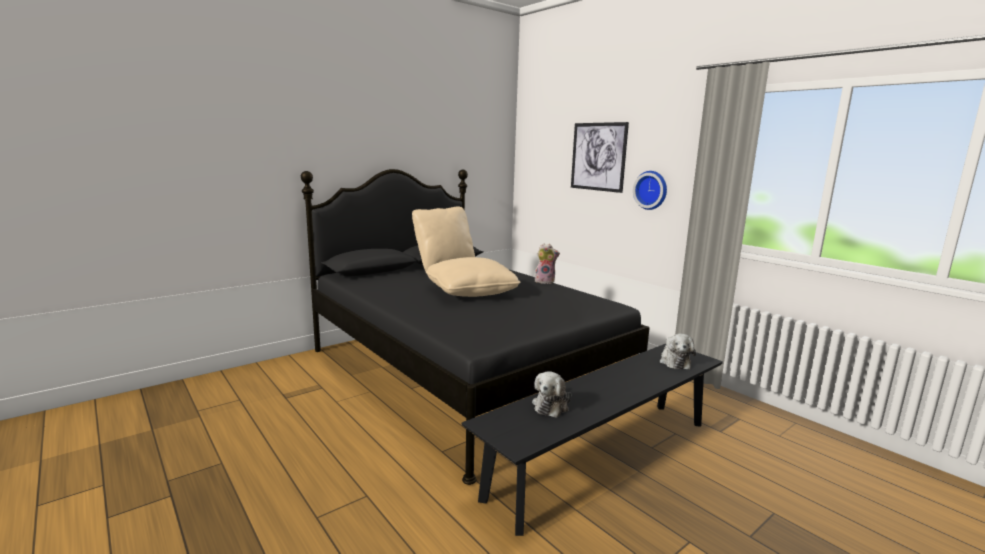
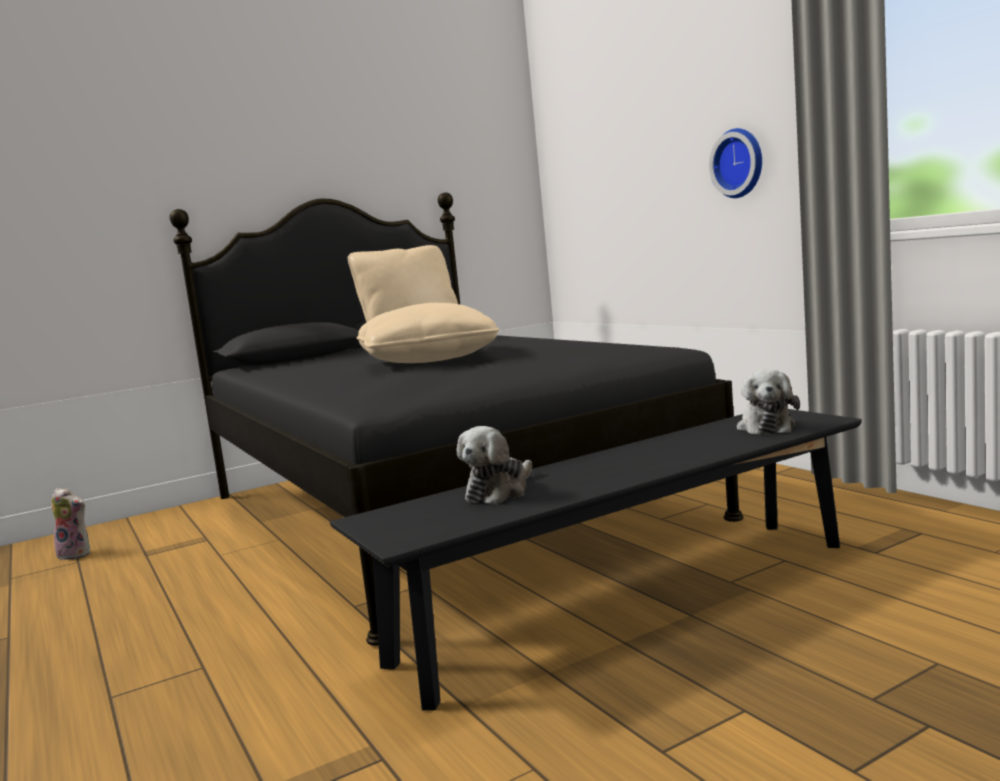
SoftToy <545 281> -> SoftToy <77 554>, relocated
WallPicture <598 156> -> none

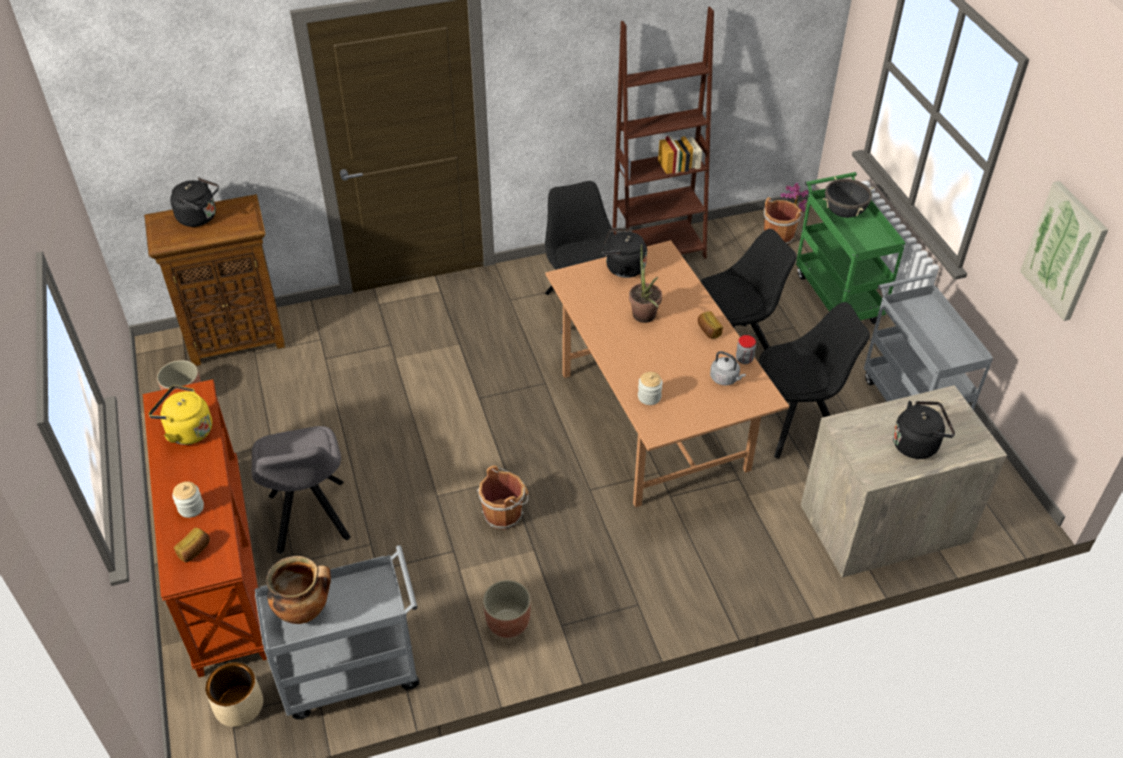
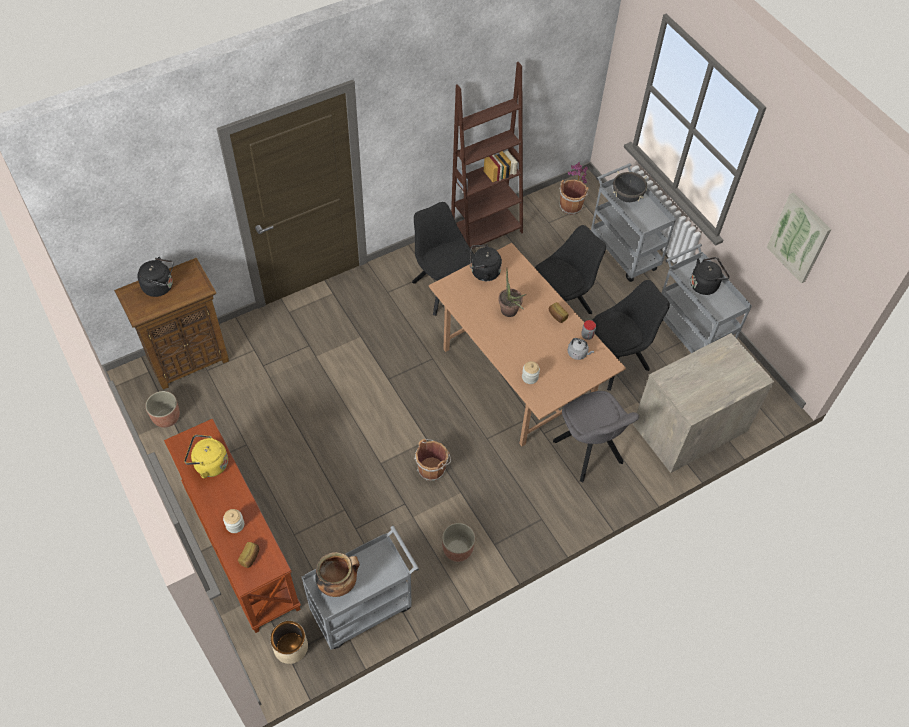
GreyUprightChair <310 517> -> GreyUprightChair <588 452>, relocated
GreenTrolley <835 298> -> GreyTrolley <622 253>
BlackishWaterKettle <917 444> -> BlackishWaterKettle <705 284>, relocated

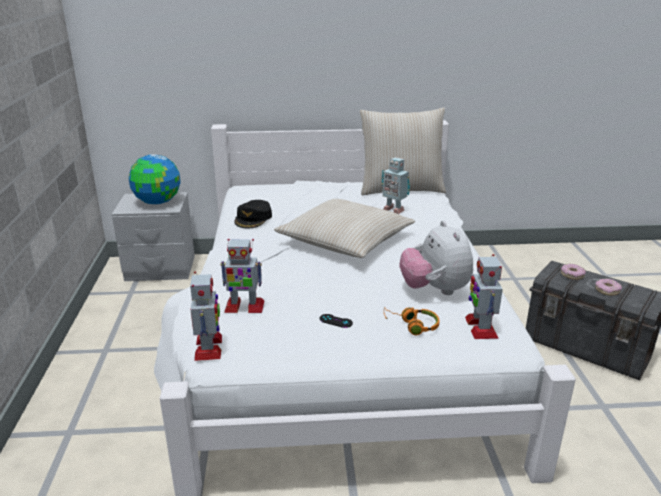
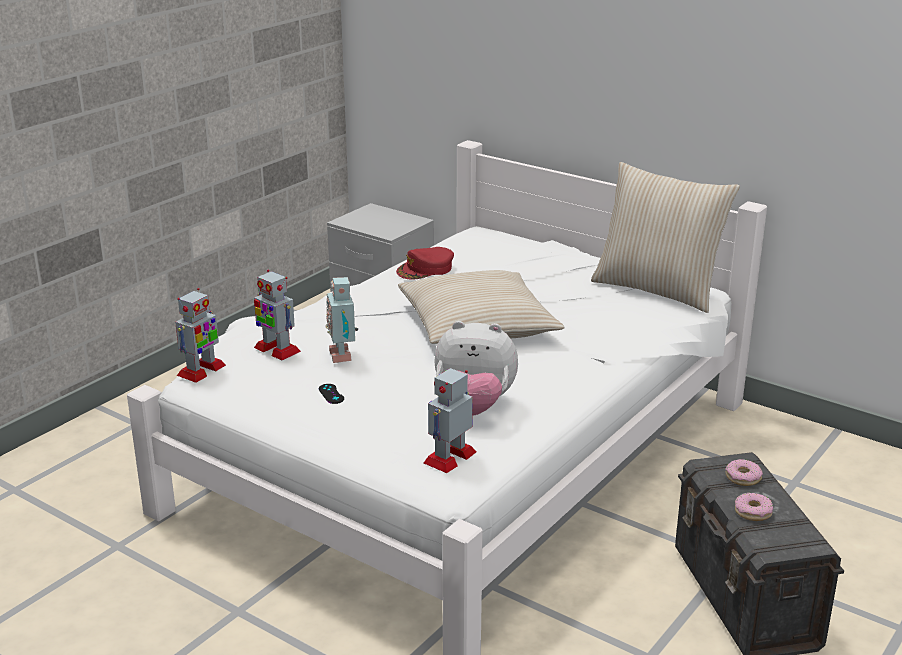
ToyRobot <393 210> -> ToyRobot <343 355>, relocated
BlackishCap <253 218> -> RedCap <425 269>
SoftToy <435 290> -> SoftToy <474 407>, 105 degrees counterclockwise
Globe <157 202> -> none
OrangePairOfHeadphones <412 326> -> none

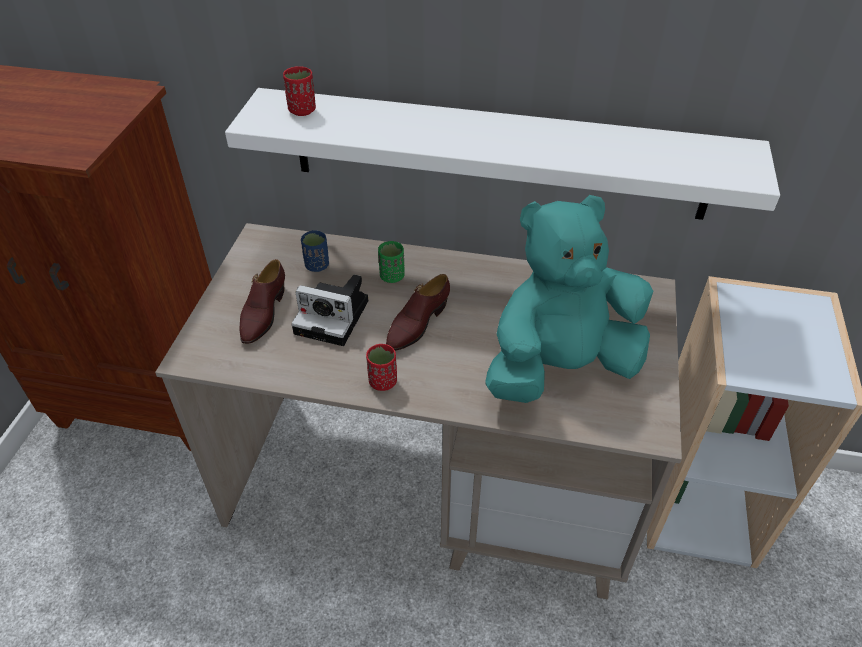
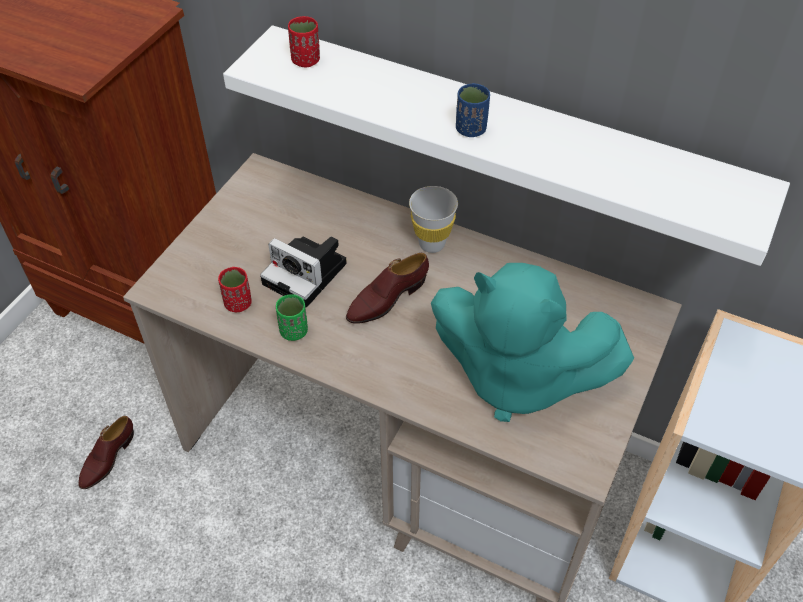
BrownishShoe <263 313> -> BrownishShoe <107 458>, relocated
RedSmallCup <383 382> -> RedSmallCup <238 303>, relocated
GreenSmallCup <392 276> -> GreenSmallCup <294 331>, relocated
none -> WhiteColouredSmallCup <432 244>
BlueGreenSoftToy <560 367> -> BlueGreenSoftToy <516 376>, 150 degrees counterclockwise
BlueSmallCup <317 265> -> BlueSmallCup <471 129>, relocated

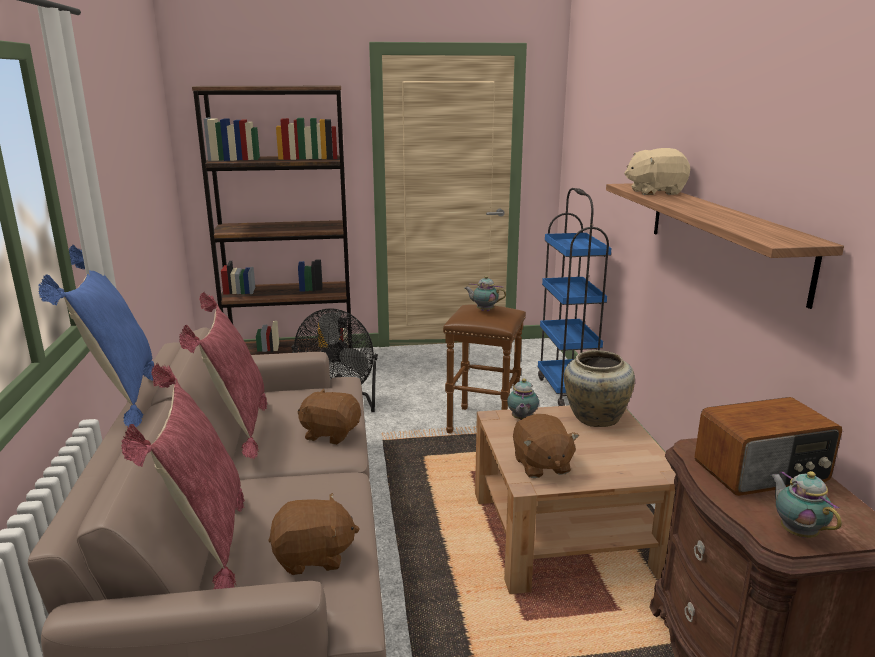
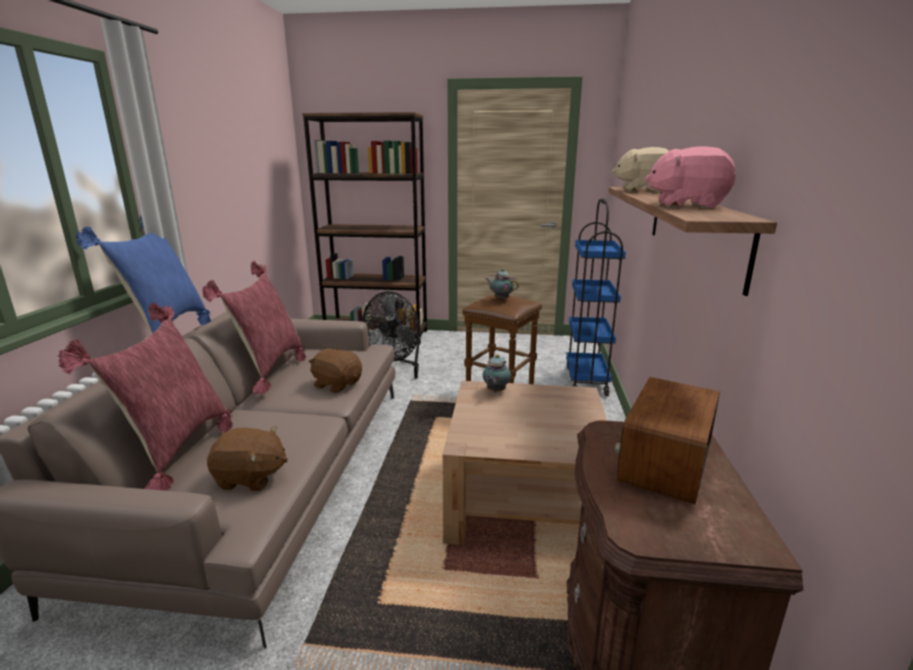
Radio <762 472> -> Radio <663 462>, 120 degrees clockwise
none -> PinkSoftToy <686 205>
BrownishSoftToy <541 465> -> none
BeigeVase <594 418> -> none
PotForTea <796 532> -> none

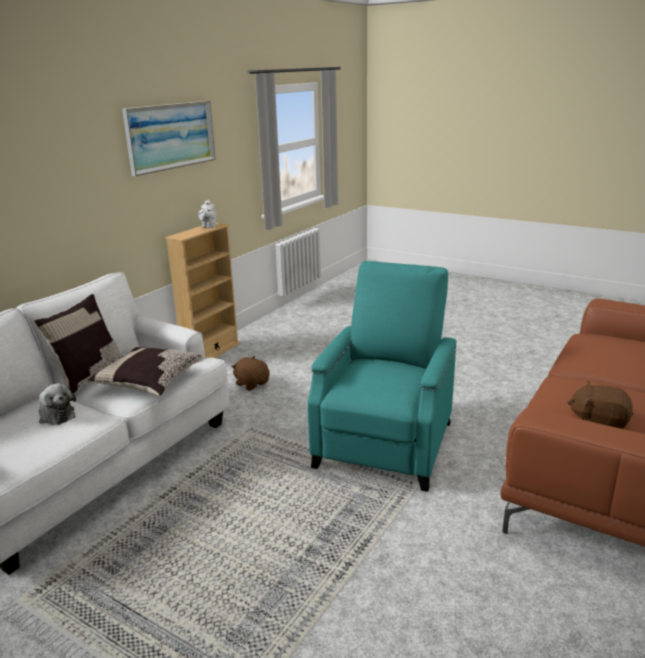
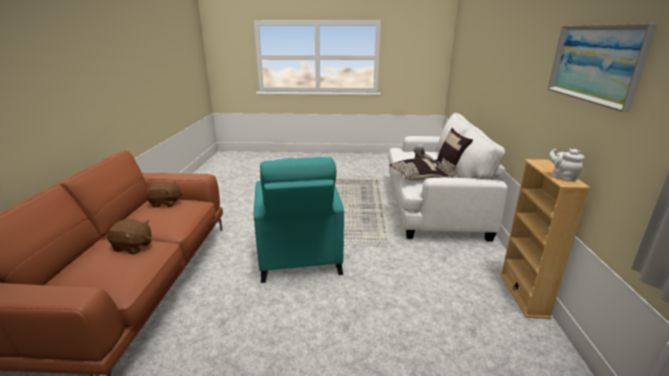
BrownishSoftToy <252 383> -> BrownishSoftToy <133 247>, relocated

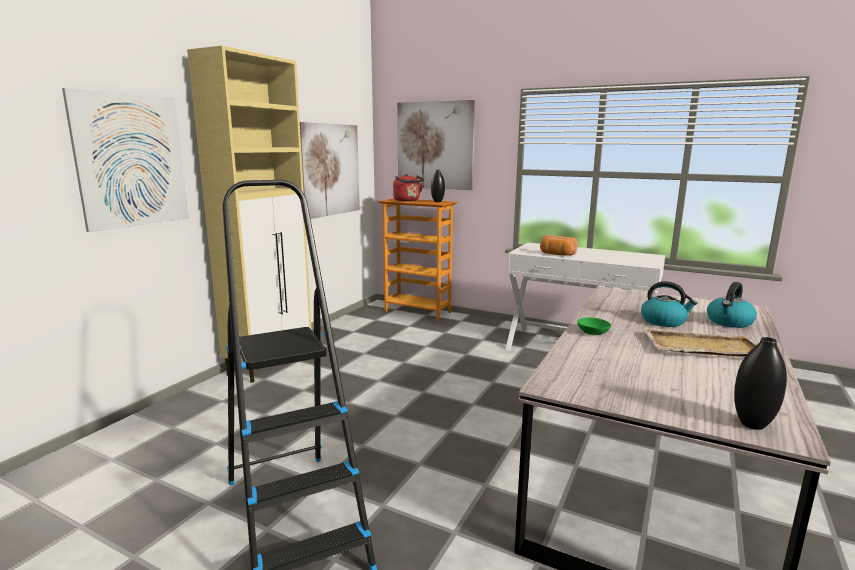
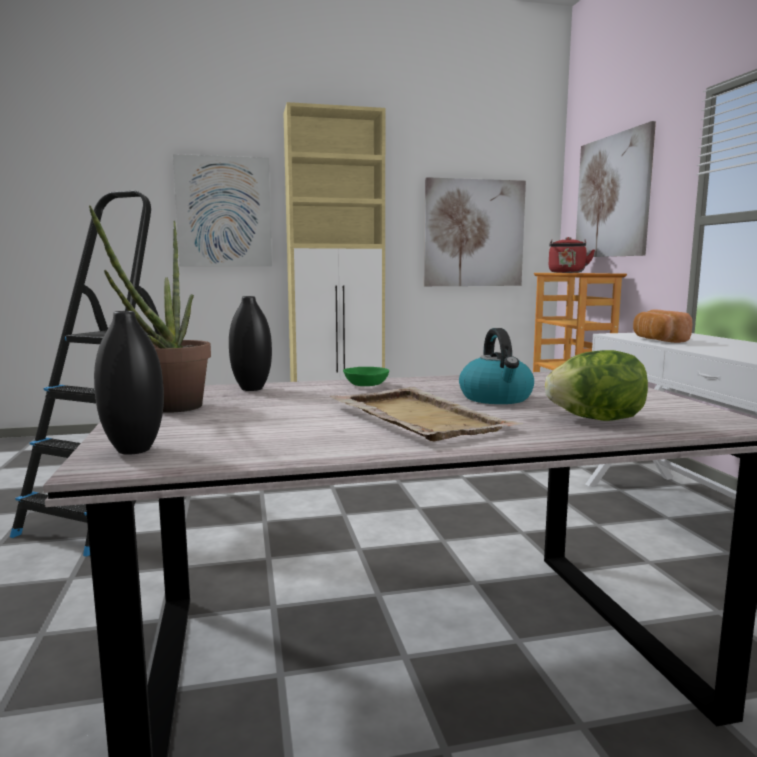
none -> Houseplant <167 409>
BlackishVase <437 201> -> BlackishVase <252 389>, relocated
WaterKettle <729 322> -> LettuceHead <596 419>

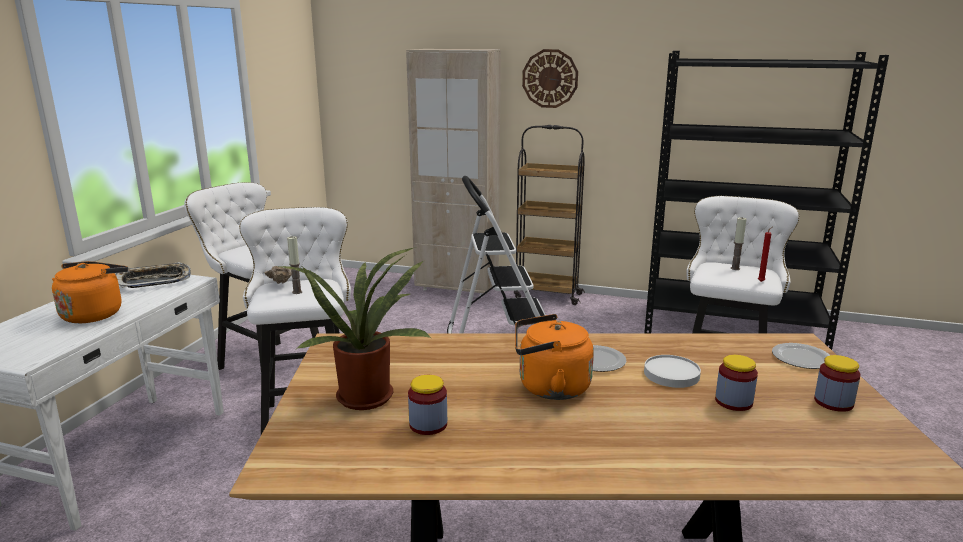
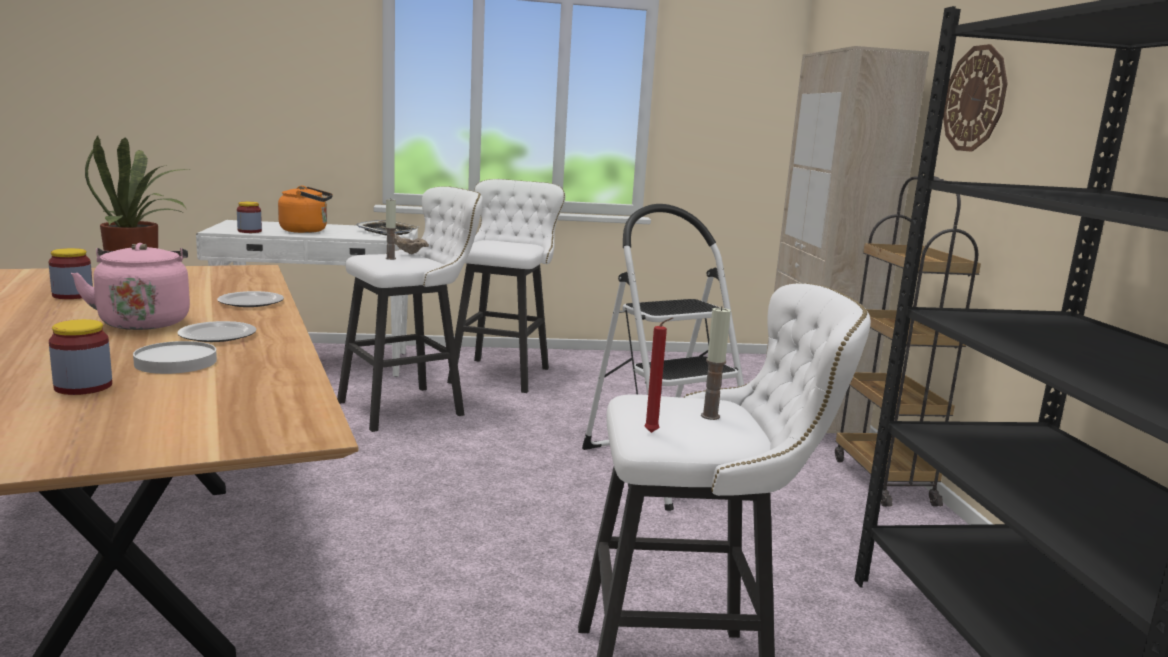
OrangeWaterKettle <549 387> -> PinkWaterKettle <144 321>
DinnerPlate <801 358> -> DinnerPlate <250 302>, relocated
Jar <833 402> -> Jar <249 231>, relocated

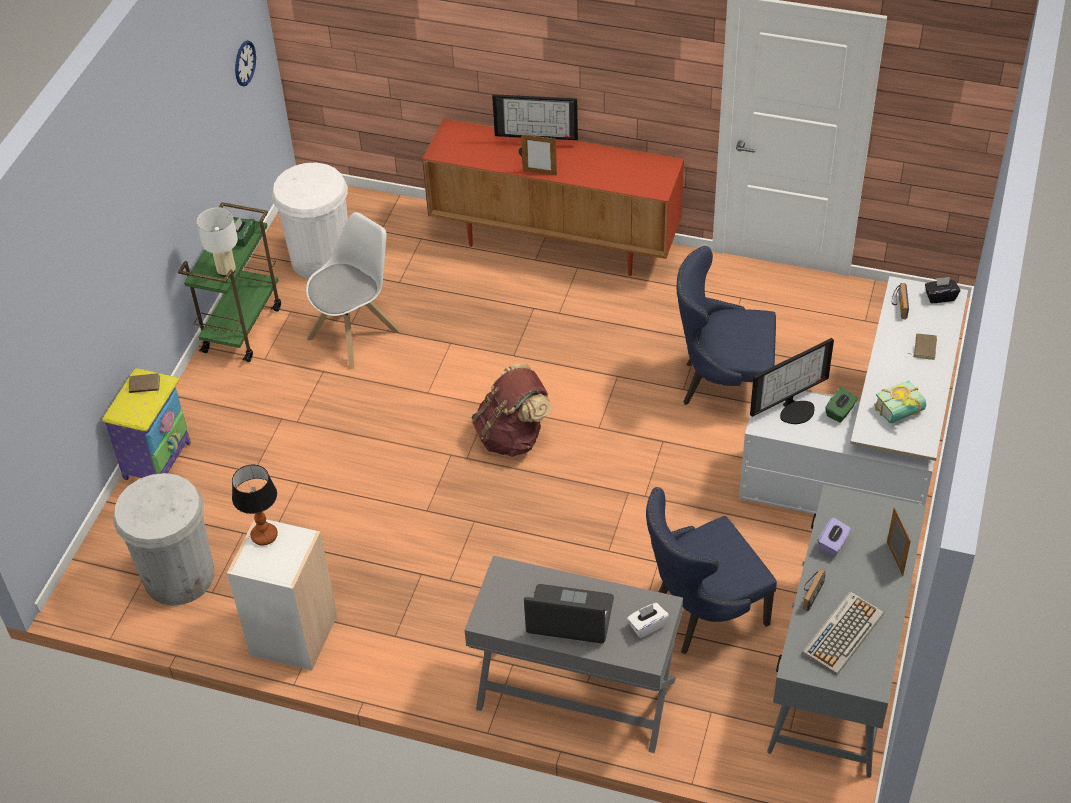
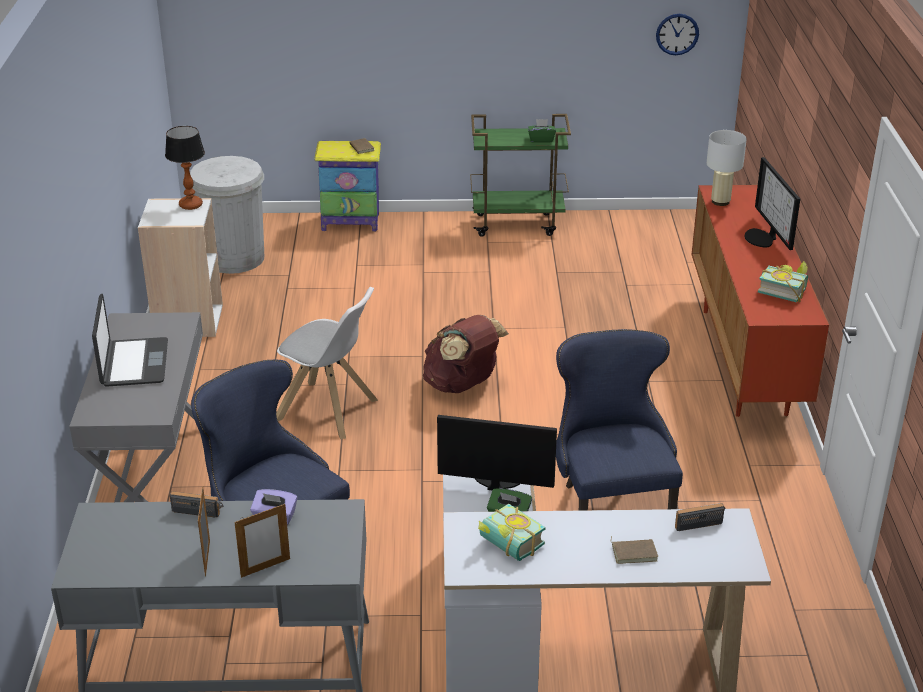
StandingFrame <539 173> -> StandingFrame <207 558>, relocated
UprightChair <356 333> -> UprightChair <329 411>, relocated
ComputerDisplay <795 409> -> ComputerDisplay <496 482>, 150 degrees clockwise
WhiteColouredTableLamp <226 270> -> WhiteColouredTableLamp <721 201>, relocated
none -> Volume <783 290>
WhiteColouredTrashCan <321 259> -> none
WhiteColouredTissueHolder <647 626> -> none
Keyboard <842 633> -> none
BlackishTissueHolder <940 297> -> none

